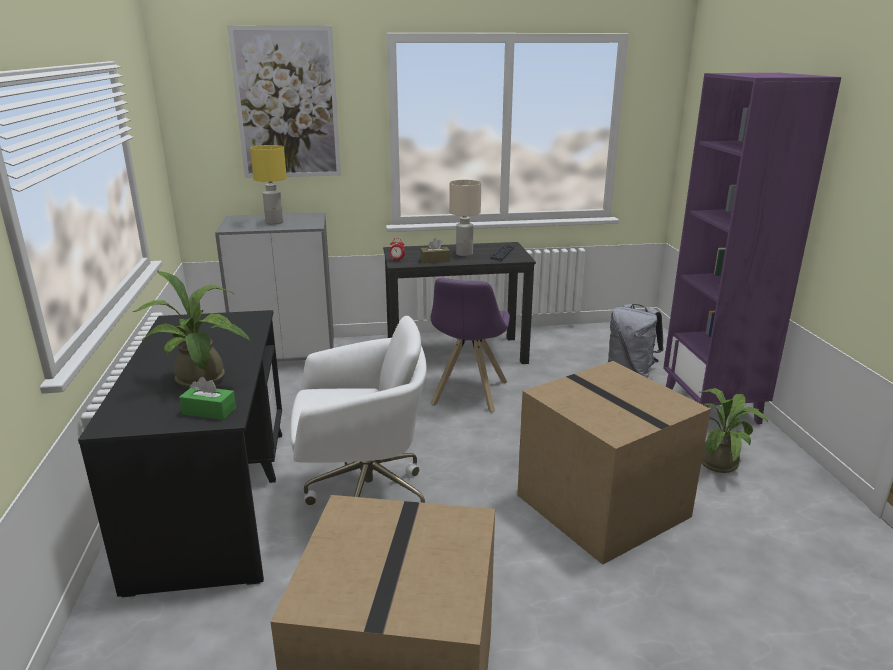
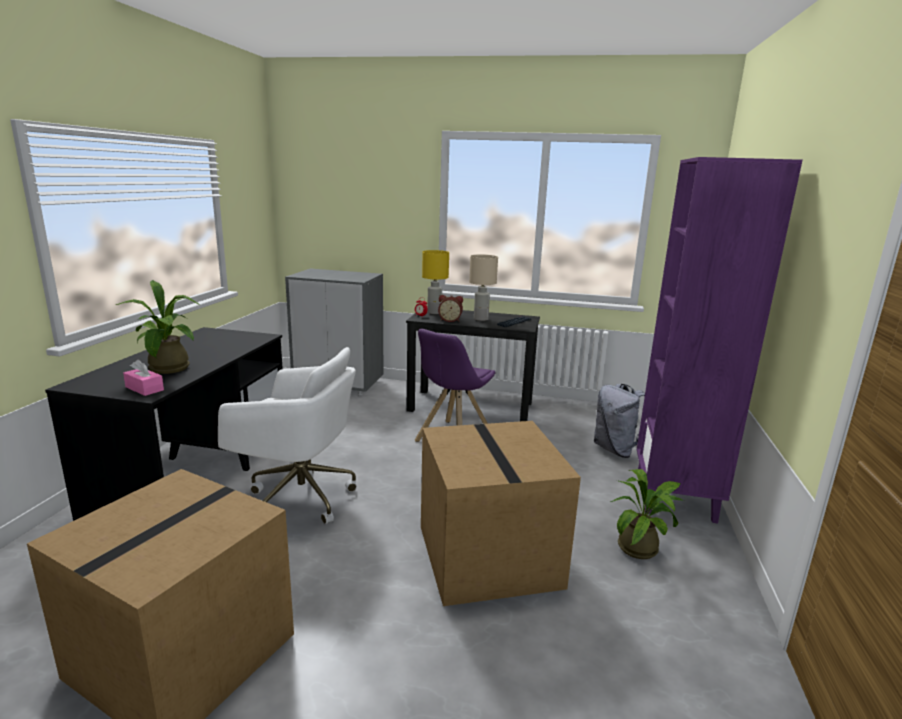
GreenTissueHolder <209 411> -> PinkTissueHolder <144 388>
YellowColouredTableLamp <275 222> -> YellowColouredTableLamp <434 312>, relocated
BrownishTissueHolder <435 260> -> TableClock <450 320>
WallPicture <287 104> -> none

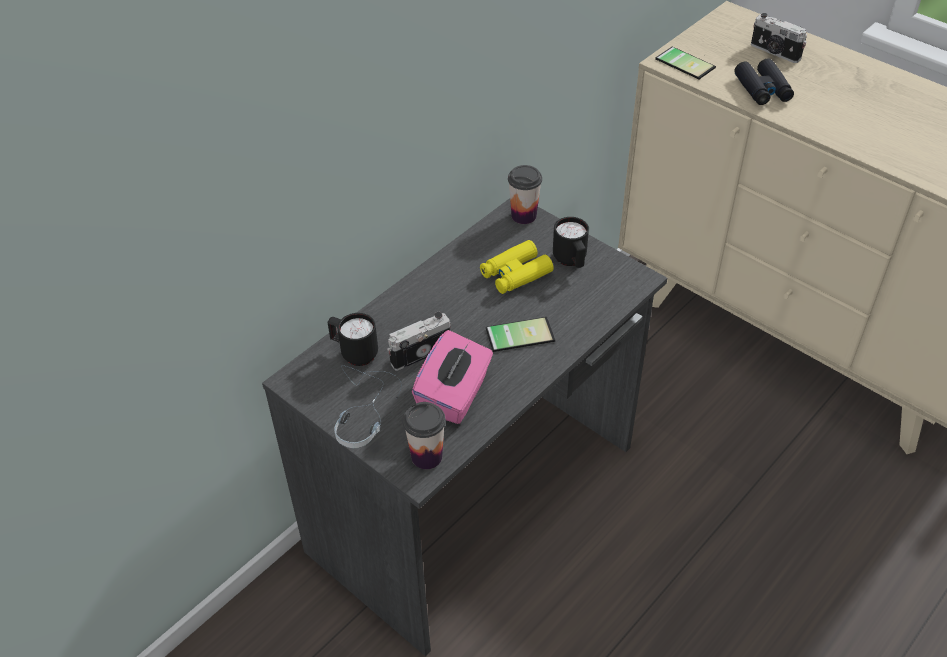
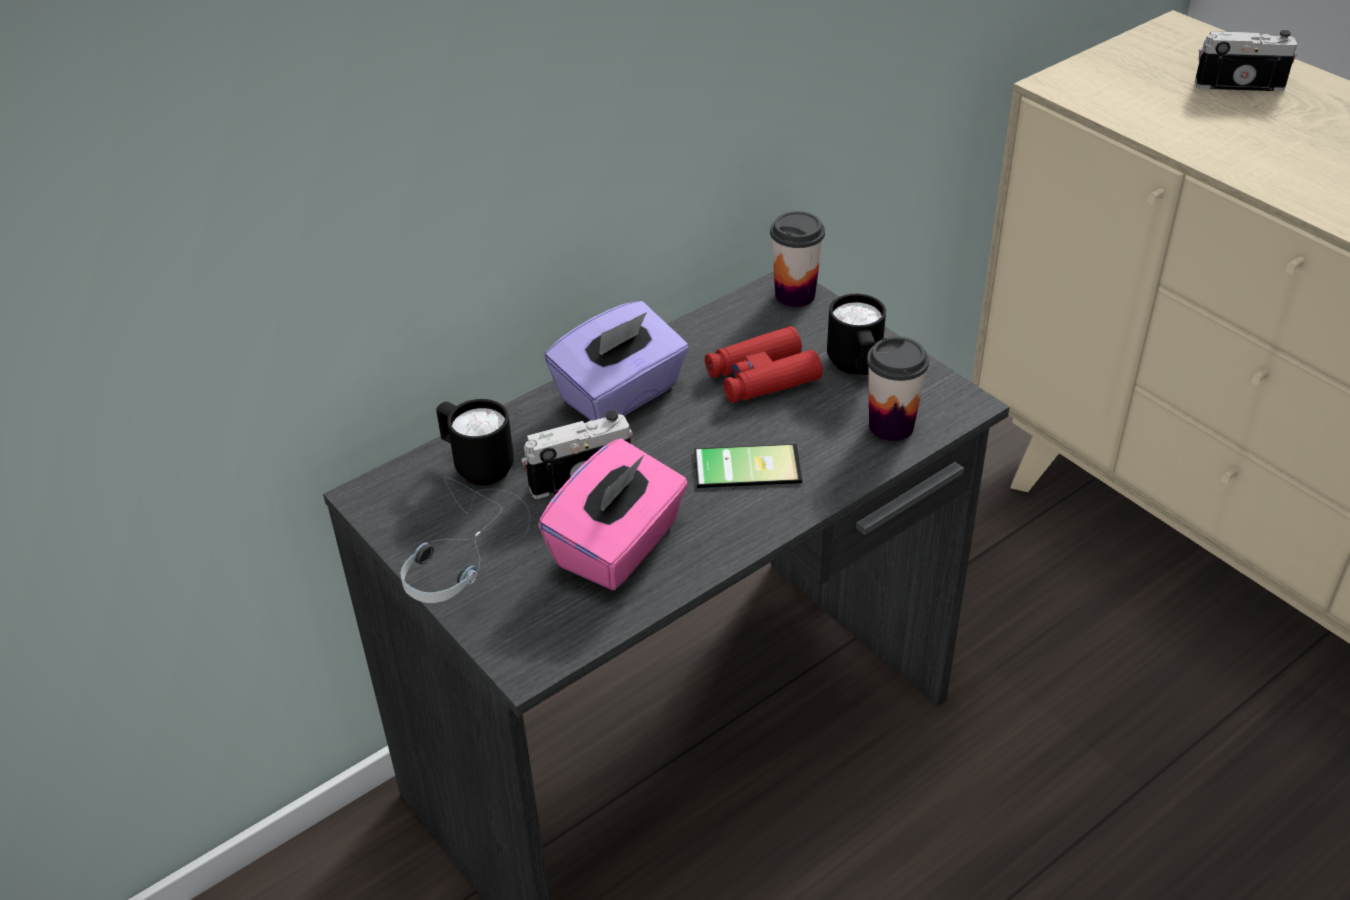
none -> PurpleColouredTissueHolder <621 395>
YellowColouredPairOfBinoculars <515 274> -> RedPairOfBinoculars <761 377>
SmallCup <426 456> -> SmallCup <891 426>, relocated
StillCamera <774 52> -> StillCamera <1238 84>, 135 degrees clockwise
Telephone <687 62> -> none
BlackishPairOfBinoculars <762 89> -> none

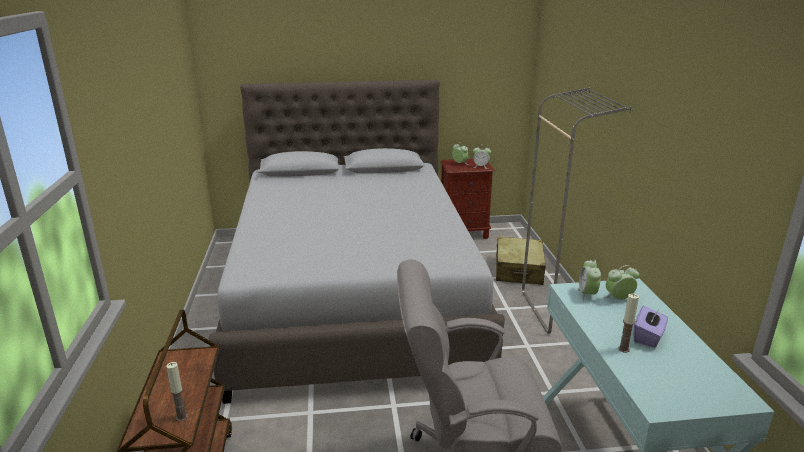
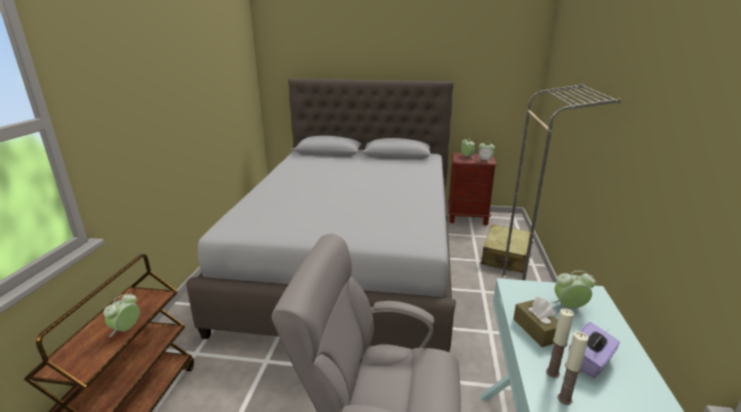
TableClock <587 295> -> TableClock <126 329>, relocated
none -> BrownishTissueHolder <536 330>
WaxCandle <181 417> -> WaxCandle <564 399>, relocated

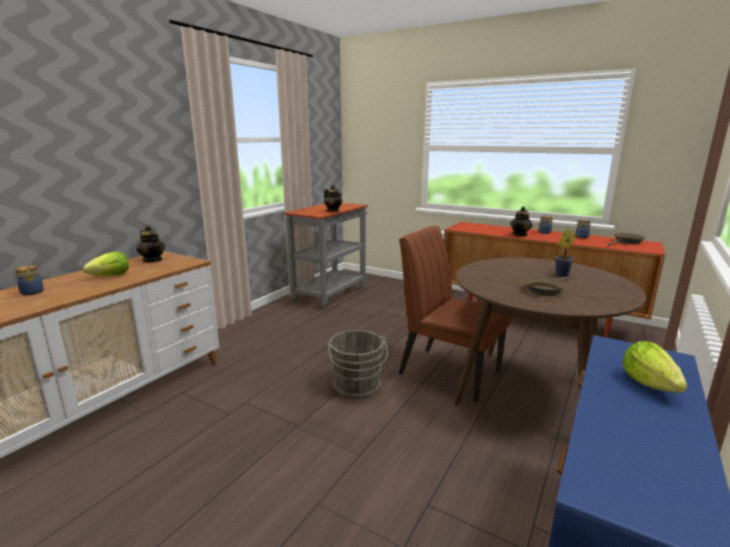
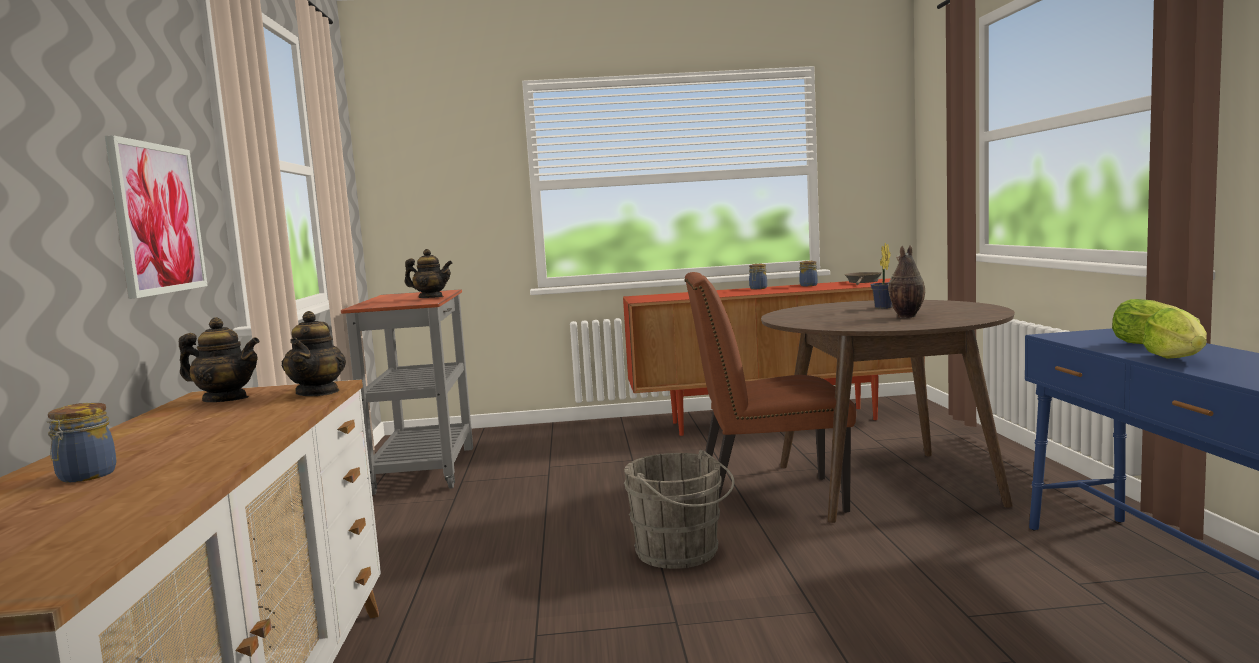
none -> WallPicture <157 218>
PotForTea <520 234> -> PotForTea <318 392>, relocated
BrownishFryingPan <545 290> -> Vase <906 316>
LettuceHead <111 276> -> LettuceHead <1176 359>, relocated

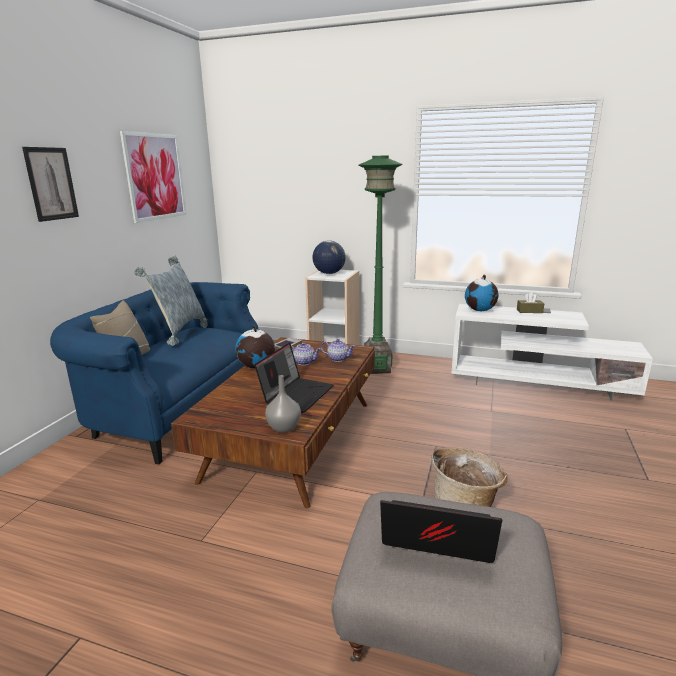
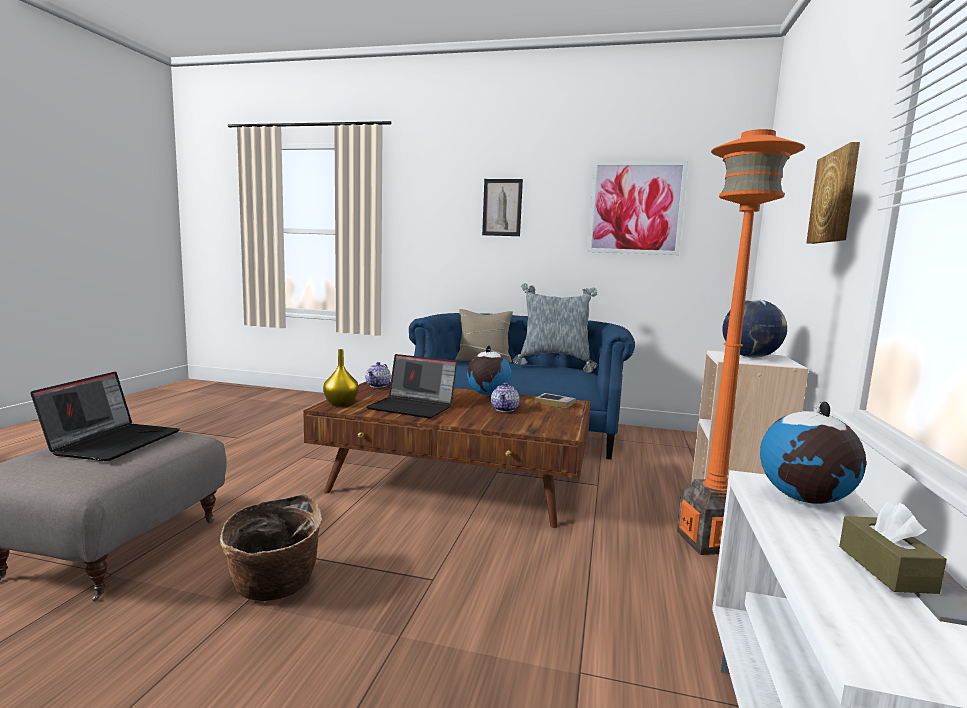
GreyVase <284 428> -> YellowColouredVase <340 404>
PotForTea <338 358> -> PotForTea <378 385>, relocated
GreenFloorLamp <377 368> -> OrangeFloorLamp <709 541>
none -> WallPicture <835 197>

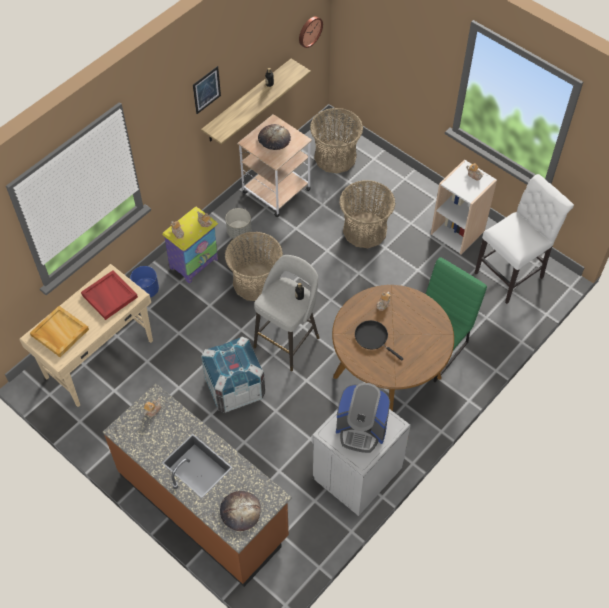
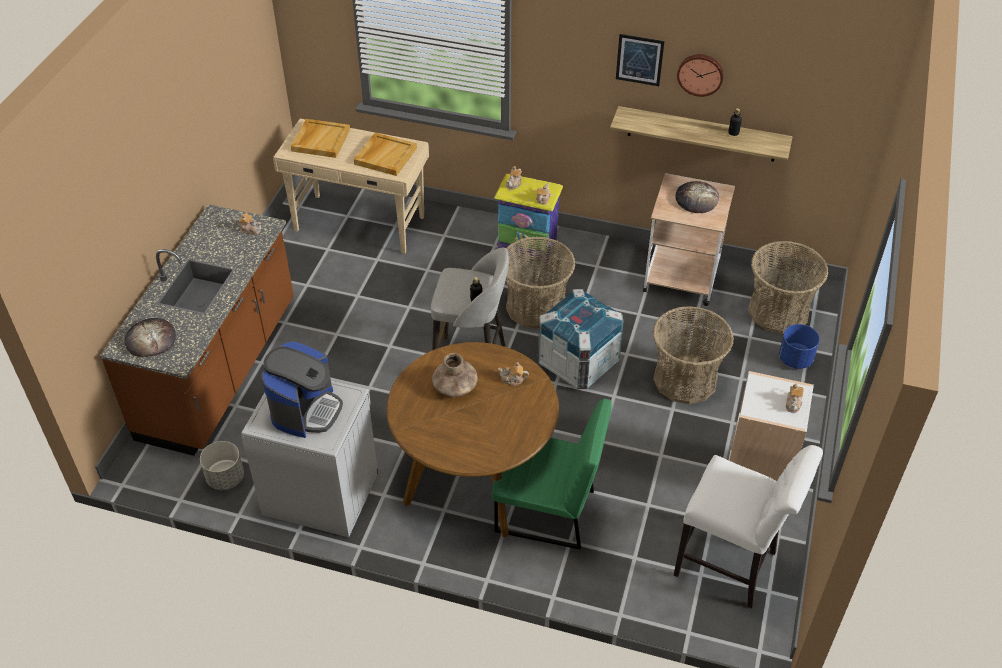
GreyFlowerPot <239 232> -> GreyFlowerPot <226 478>, relocated
CoffeeBrewer <361 429> -> CoffeeBrewer <306 410>, 150 degrees counterclockwise
RedServingTray <109 296> -> BeigeServingTray <385 156>
BlackishFryingPan <373 338> -> BrownishVase <455 386>
PackingCrate <235 387> -> PackingCrate <578 362>, relocated
HangingClock <309 31> -> HangingClock <700 74>, relocated
BlueFlowerPot <146 290> -> BlueFlowerPot <795 359>, relocated

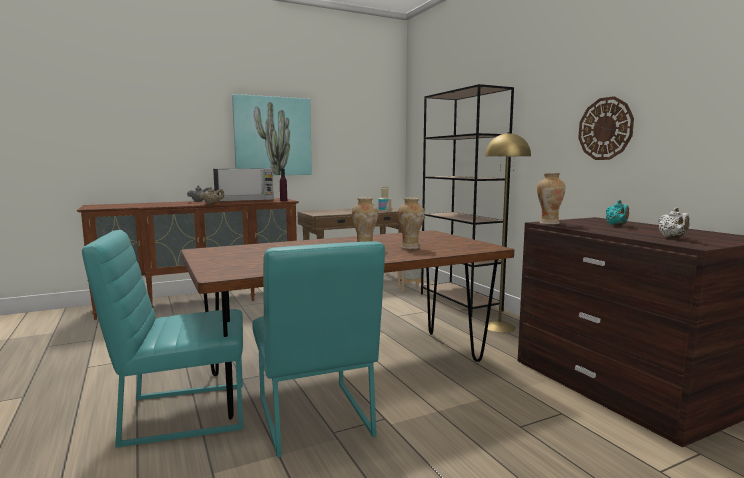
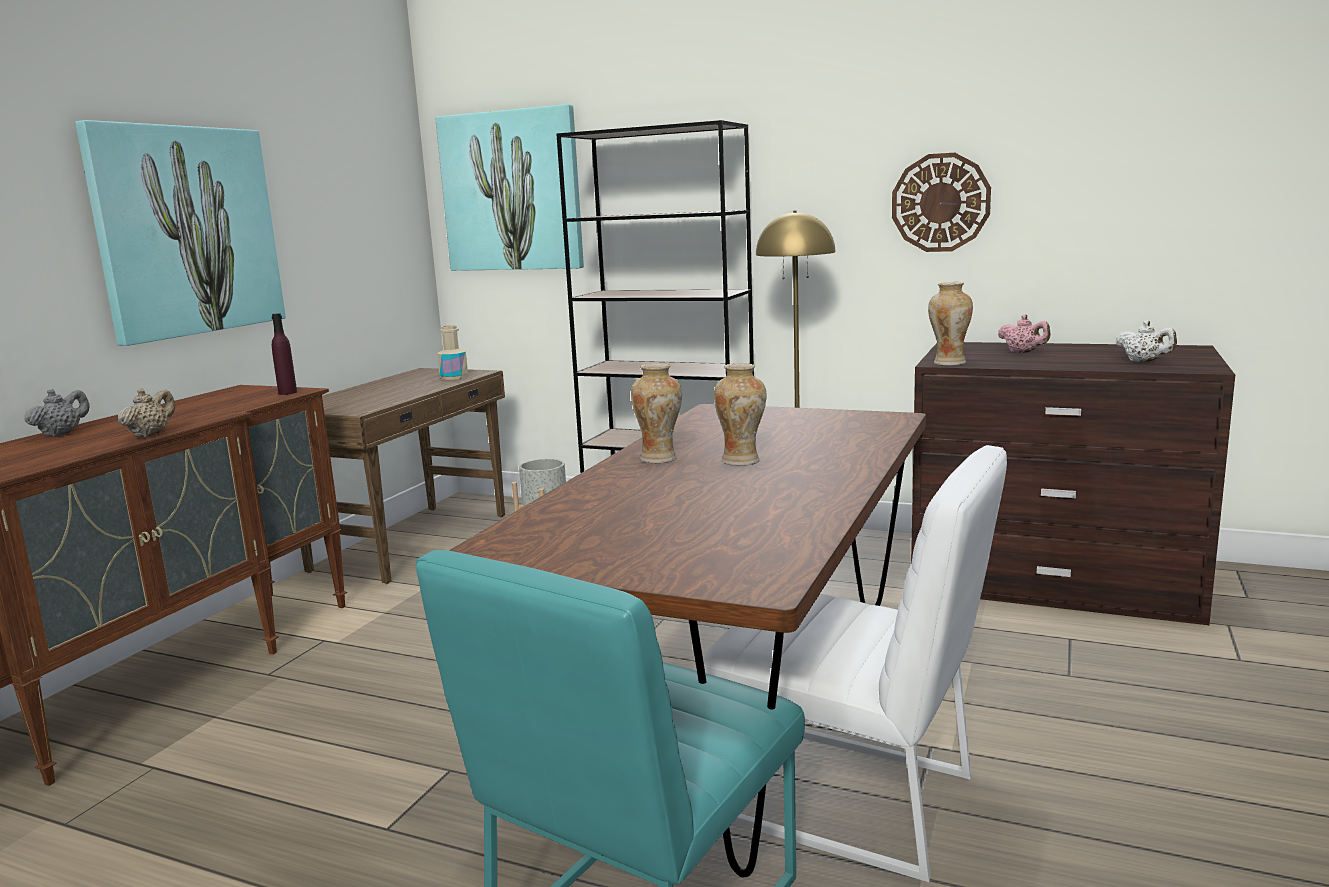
none -> WallPicture <512 191>
Vase <410 247> -> Vase <659 459>, relocated
BlueGreenUprightChair <314 418> -> WhiteColouredUprightChair <852 799>
BlueGreenPotForTea <617 225> -> PinkPotForTea <1023 352>
Microwave <244 200> -> none

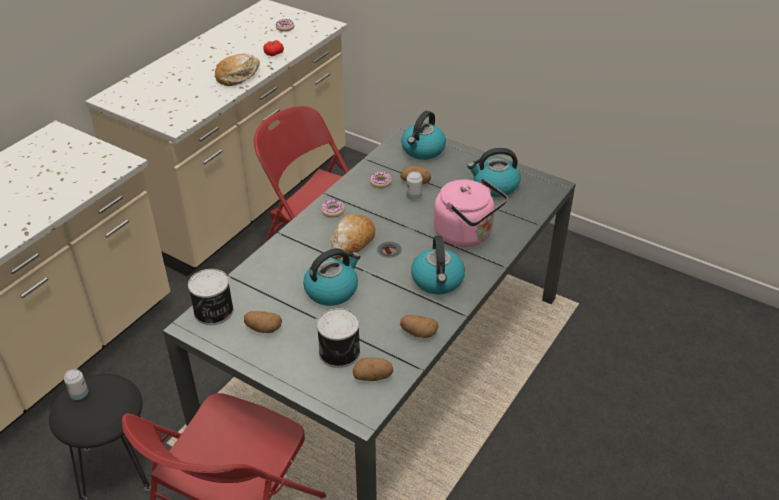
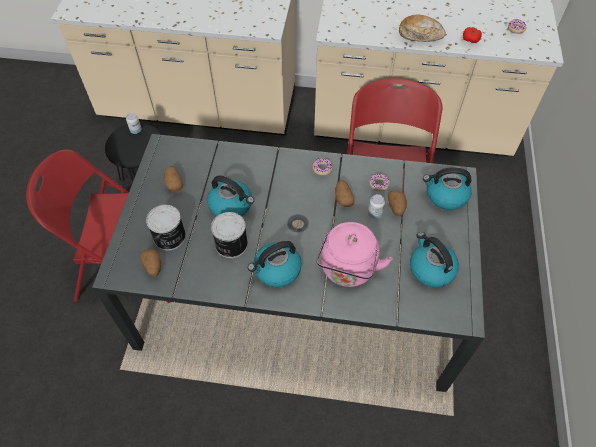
Can <213 311> -> Can <230 244>, relocated
WholePotato <418 333> -> WholePotato <343 198>, relocated
Bread <352 242> -> none

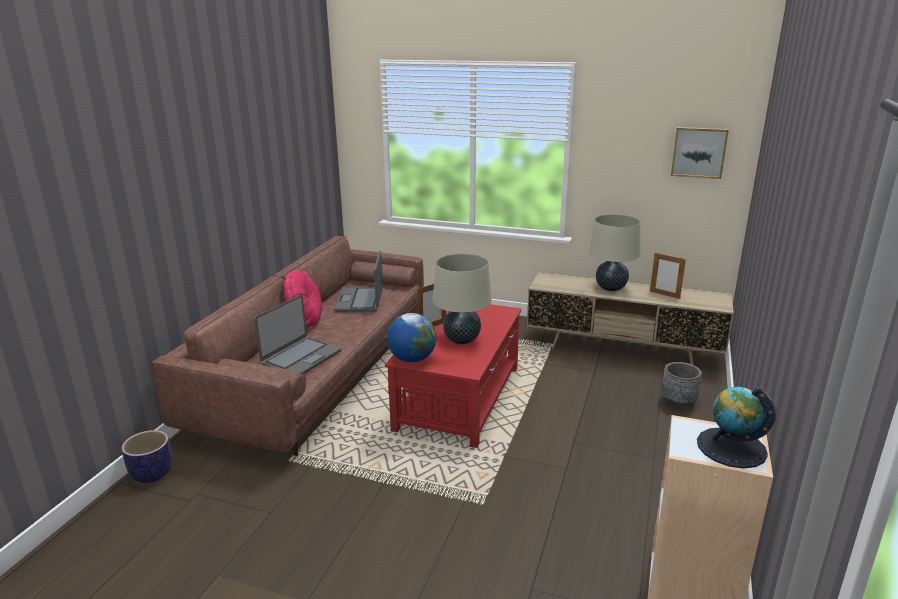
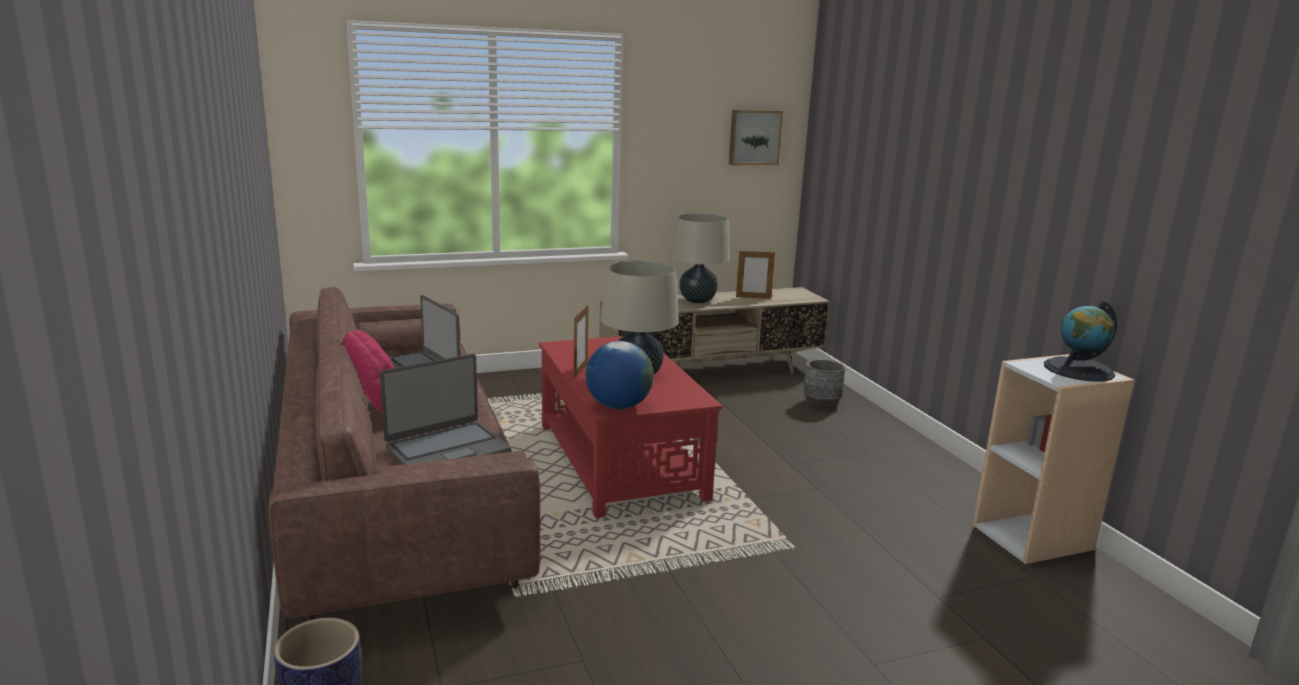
PortableComputer <301 358> -> PortableComputer <447 450>, 60 degrees clockwise

